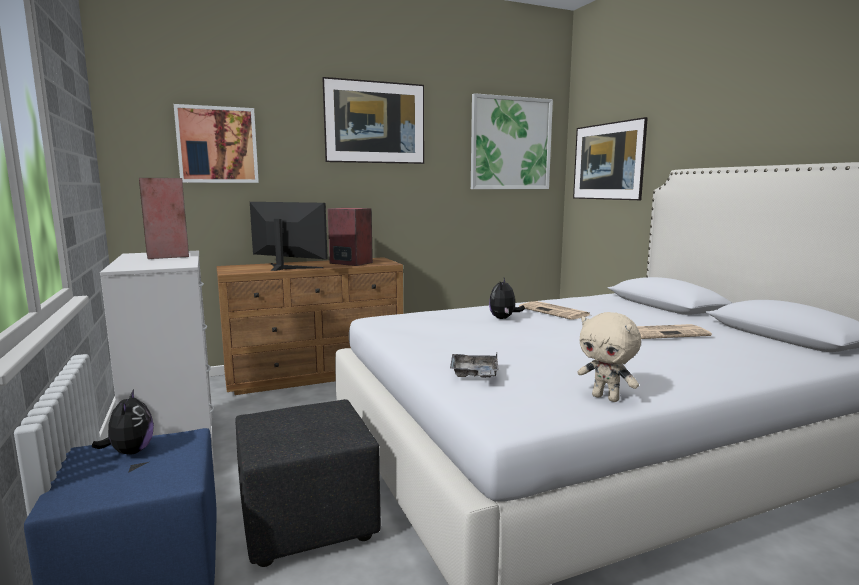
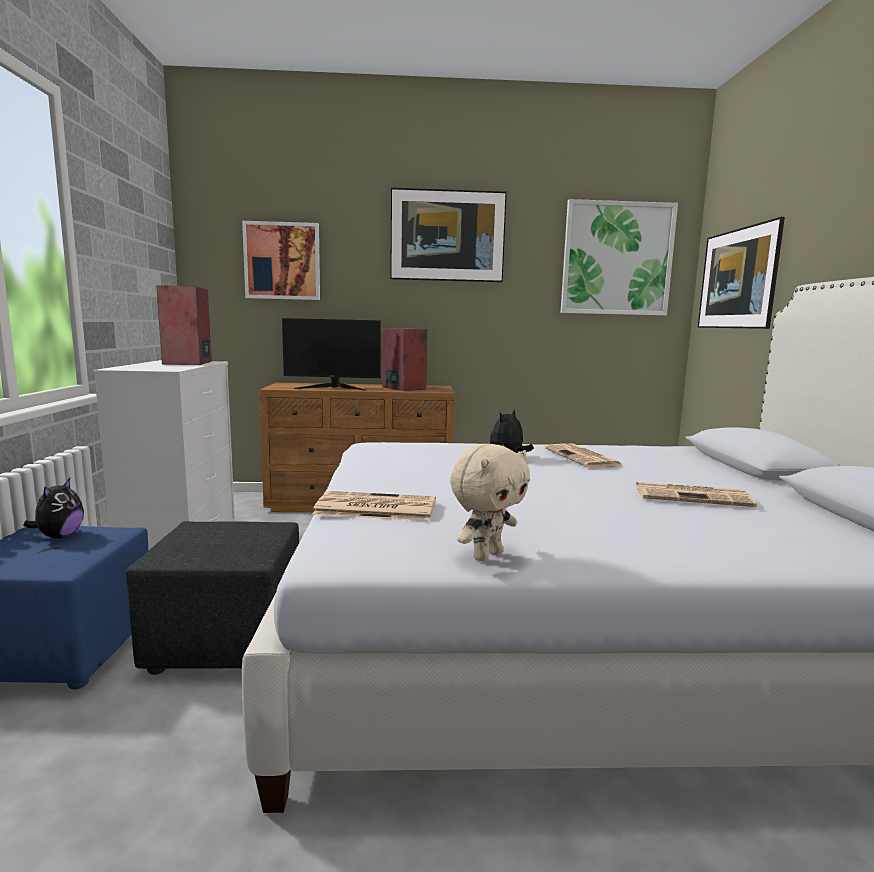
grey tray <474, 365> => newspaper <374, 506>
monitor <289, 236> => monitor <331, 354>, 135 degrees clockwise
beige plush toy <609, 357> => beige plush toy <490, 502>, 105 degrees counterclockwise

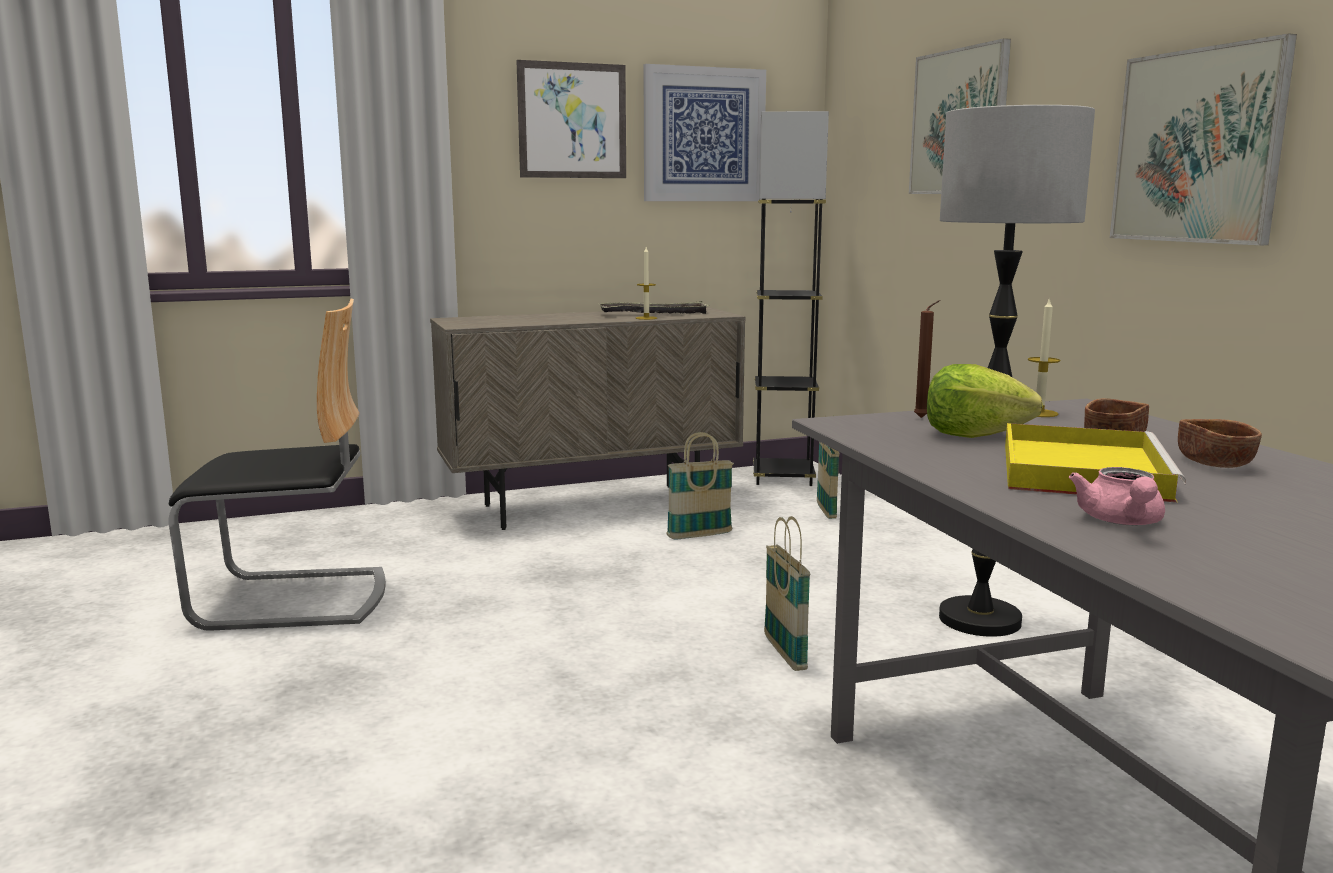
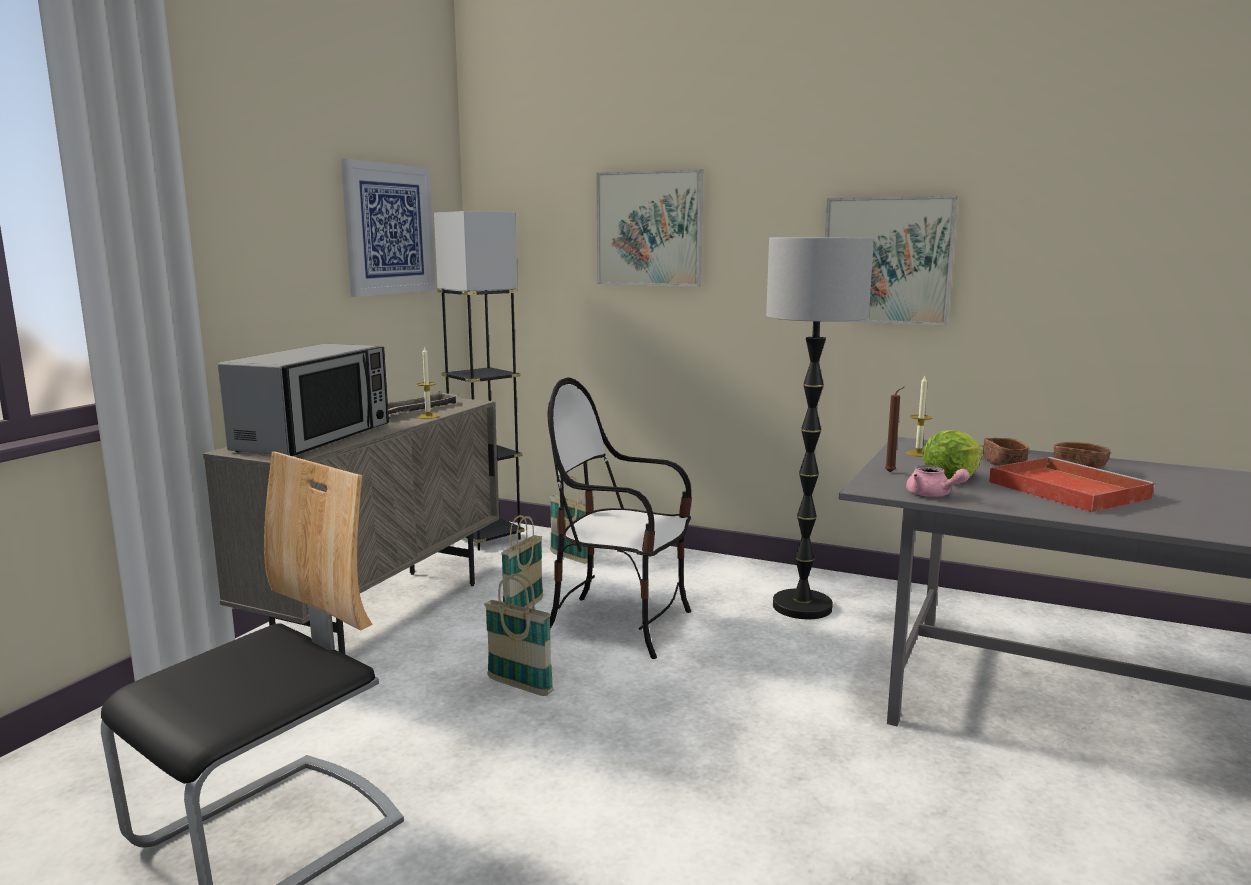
picture <571, 119> => nothing
nothing => microwave <303, 400>
nothing => chair <619, 518>
basket <787, 593> => basket <519, 634>, shifted
pink teapot <1117, 496> => pink teapot <938, 481>, shifted
yellow tray <1095, 463> => red tray <1072, 484>

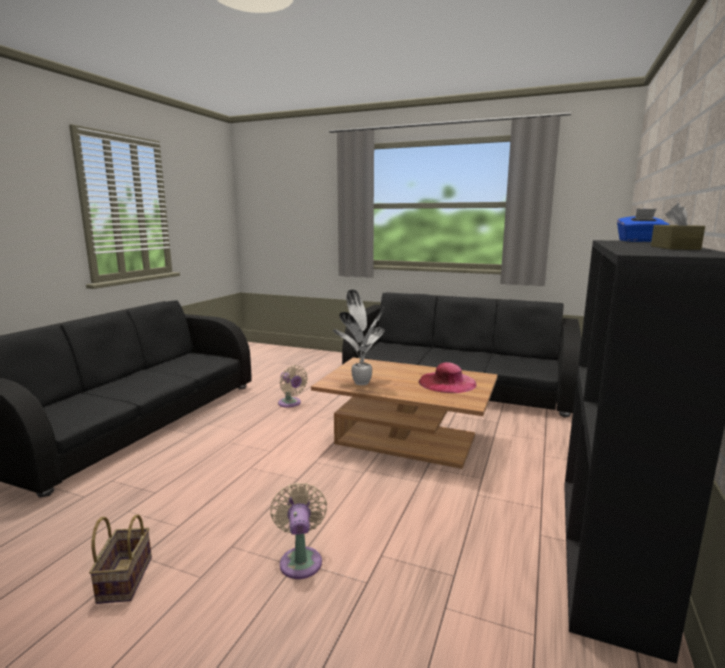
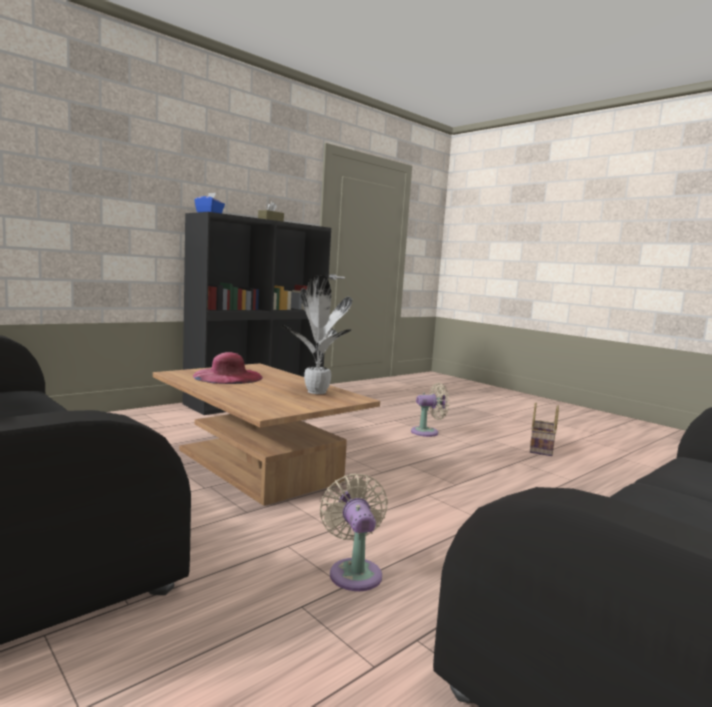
beige fan <298, 530> => beige fan <430, 410>, 120 degrees counterclockwise

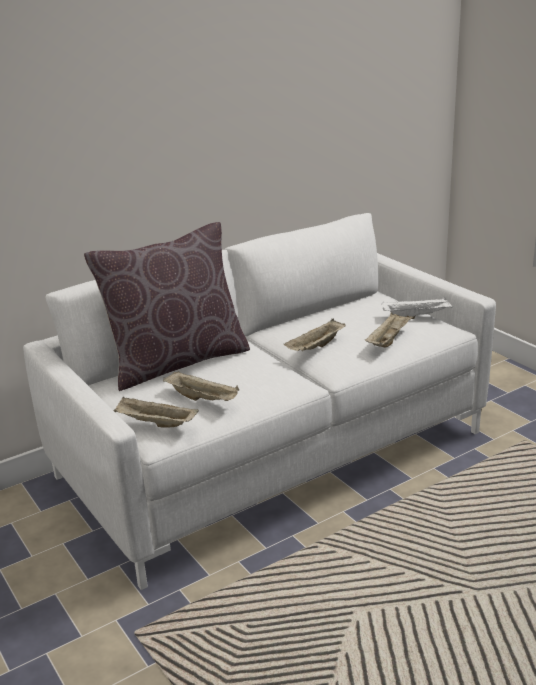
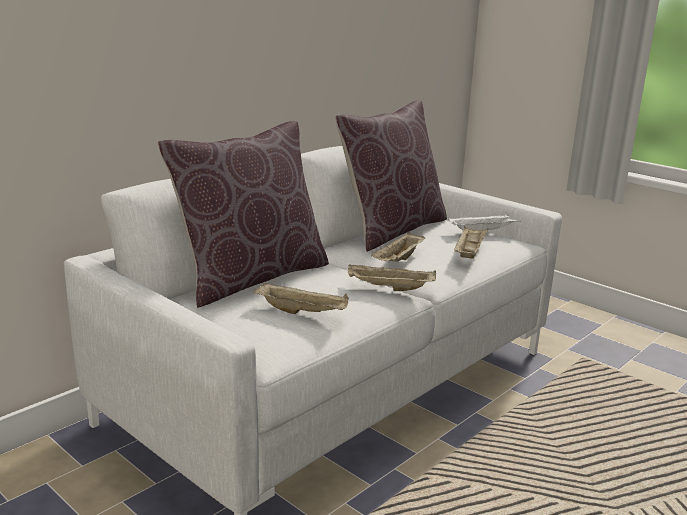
nothing => brown pillow <391, 176>
beige tray <156, 412> => beige tray <392, 277>, shifted

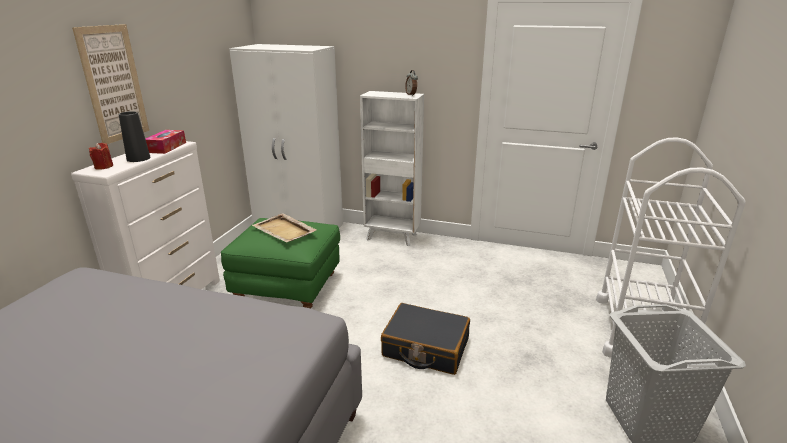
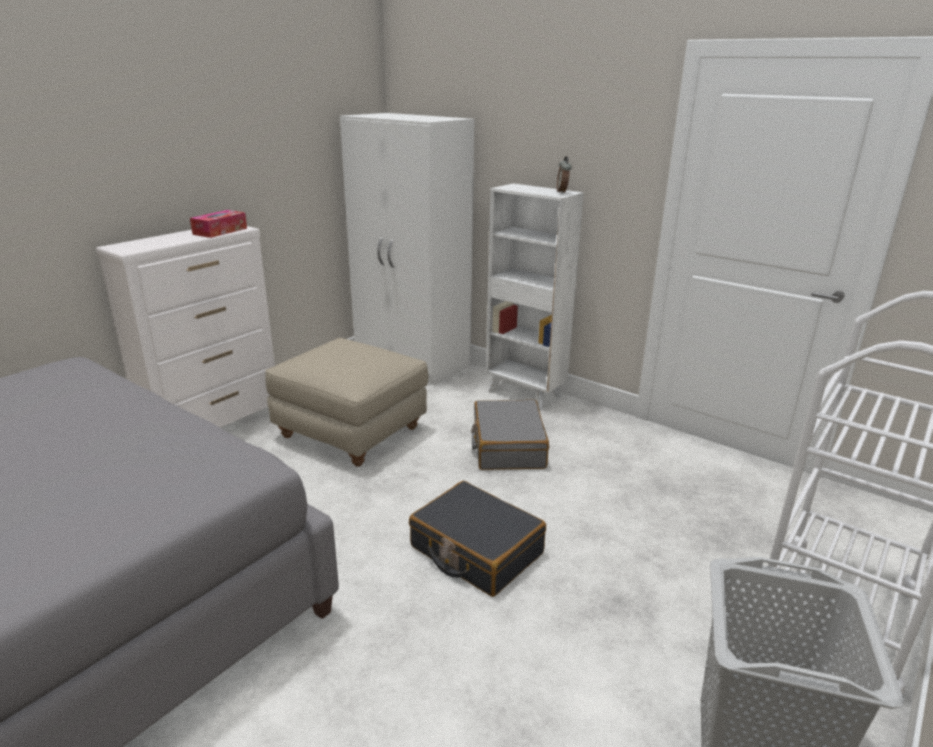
picture <110, 84> => nothing
red candle <101, 156> => nothing
black vase <134, 136> => nothing
beige tray <284, 227> => nothing
nothing => grey suitcase <510, 435>
green ottoman <280, 263> => beige ottoman <346, 402>

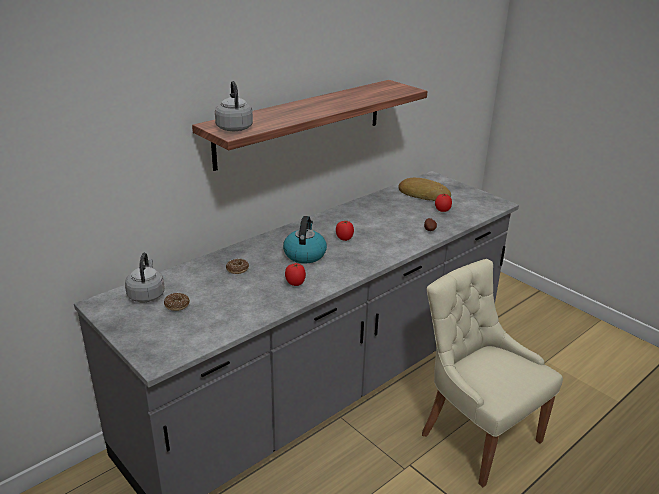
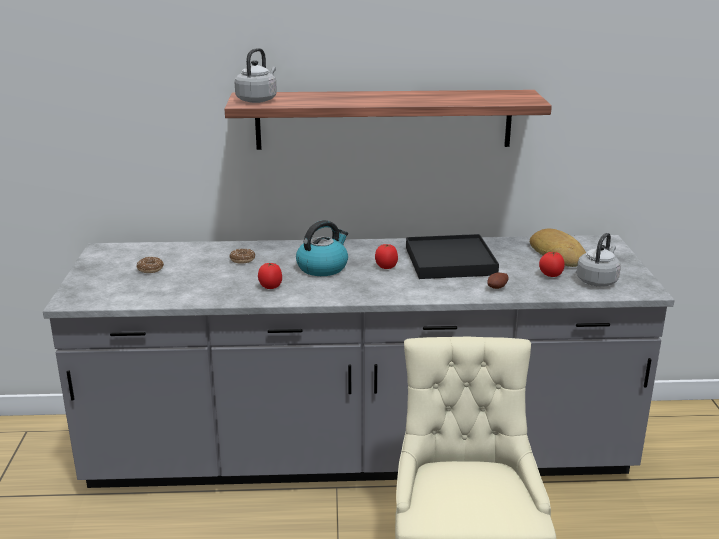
nothing => black tray <452, 256>
grey kettle <145, 278> => grey kettle <599, 260>, shifted

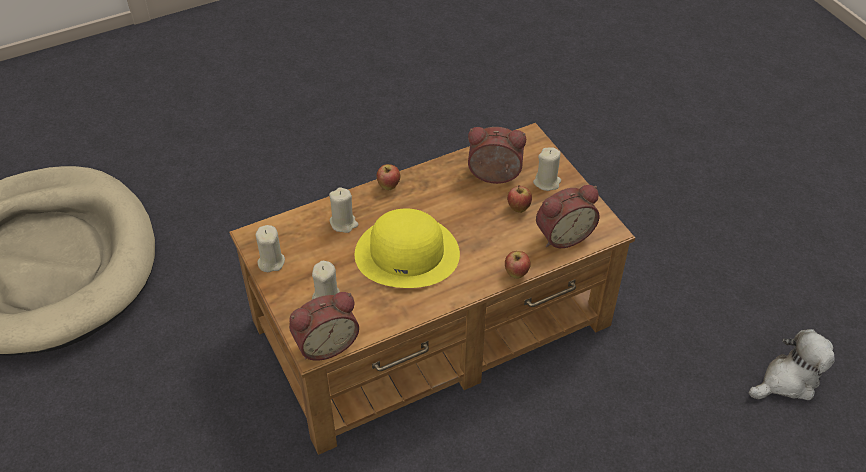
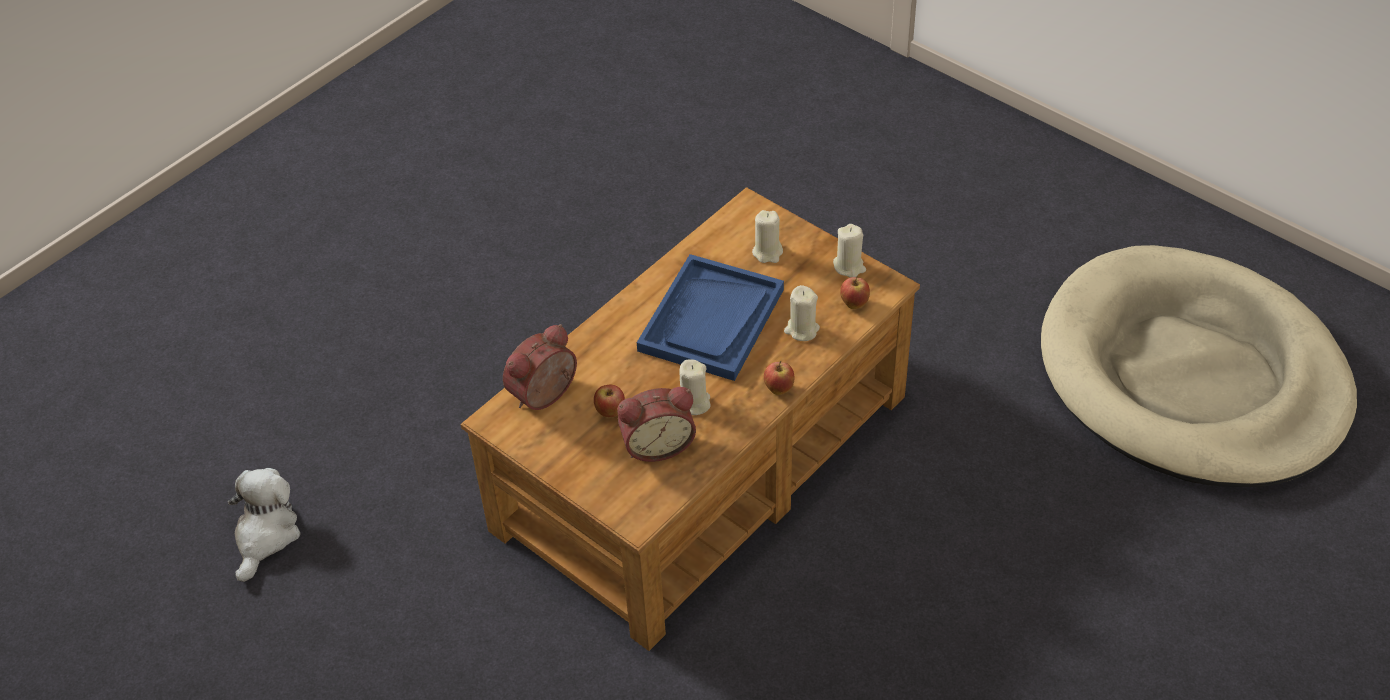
alarm clock <324, 326> => nothing
apple <518, 265> => apple <855, 292>, shifted
beige candle <547, 169> => beige candle <694, 387>, shifted
yellow hat <407, 248> => blue tray <710, 317>
plush toy <792, 364> => plush toy <264, 525>, 150 degrees clockwise

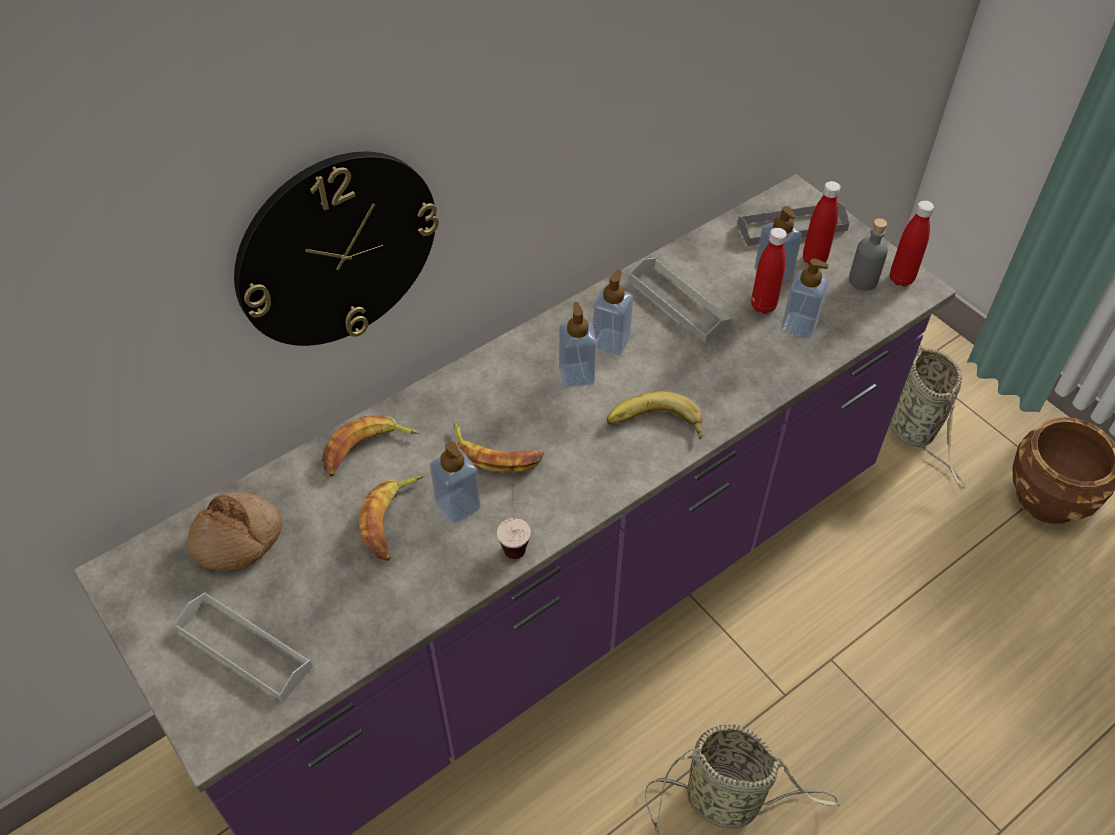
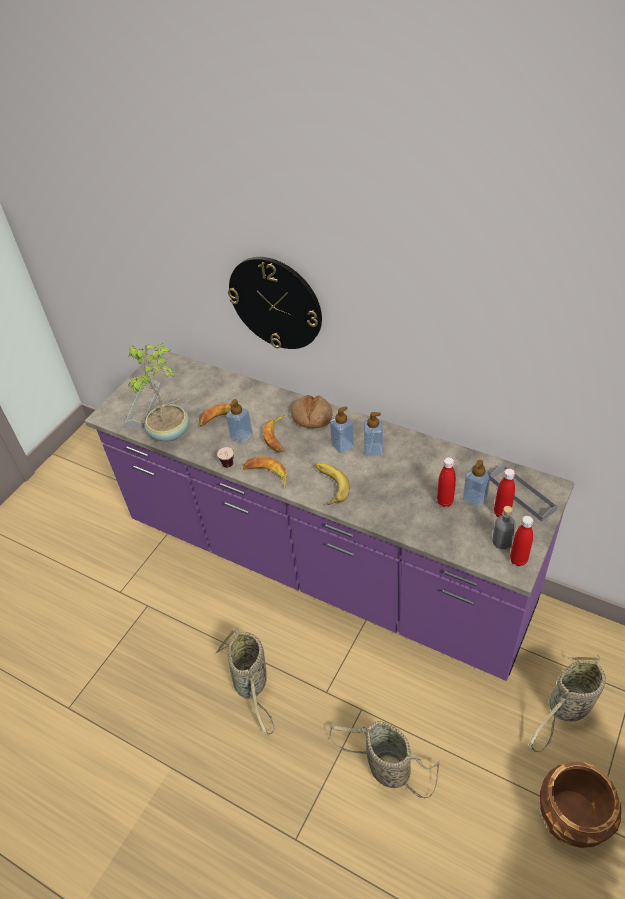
grey tray <681, 301> => nothing
soap dispenser <804, 298> => nothing
nothing => potted plant <158, 392>
nothing => basket <384, 759>
bread <235, 531> => bread <312, 411>, shifted
banana <370, 446> => banana <264, 472>, shifted

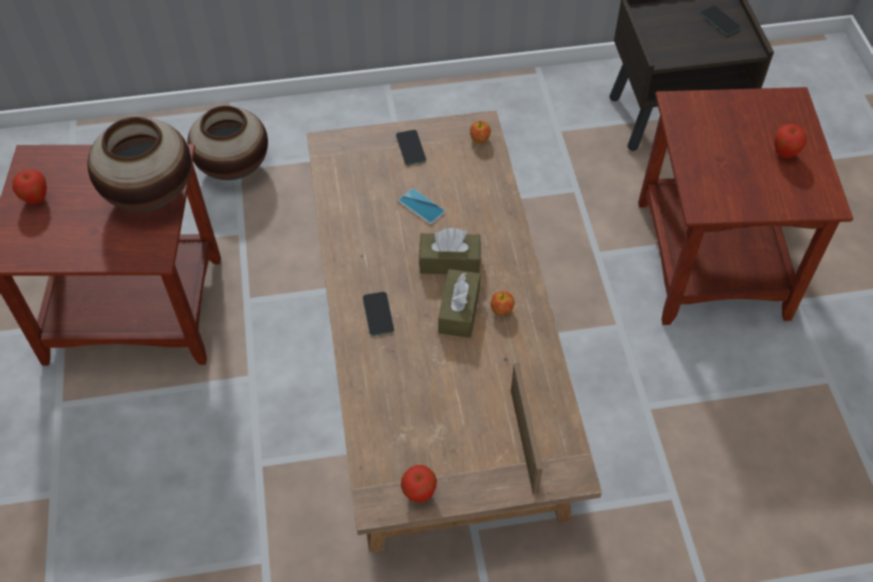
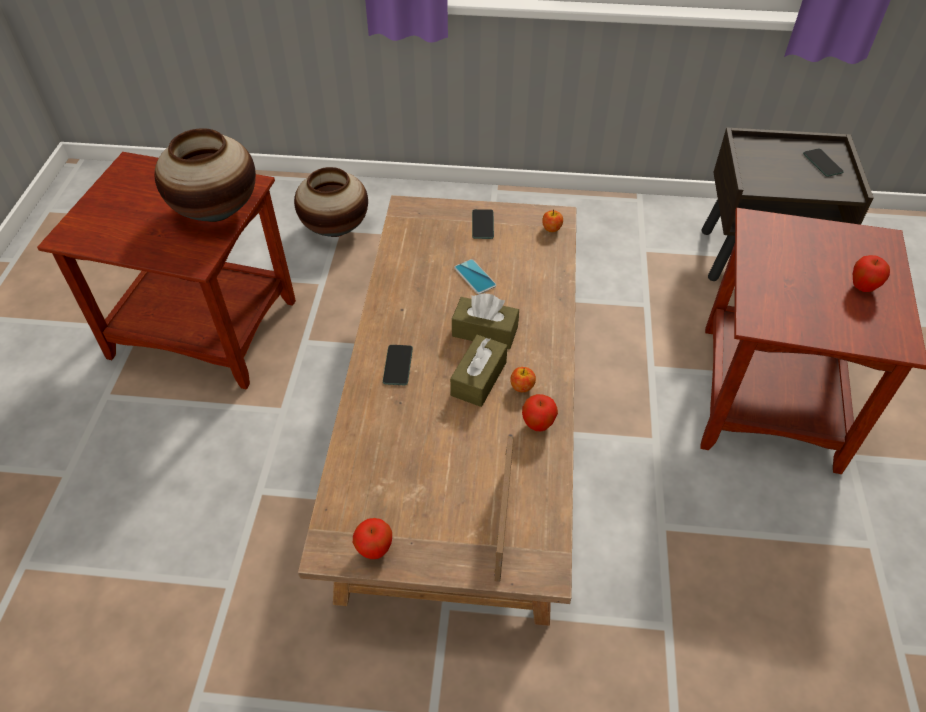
apple <29, 186> => apple <540, 412>, shifted

